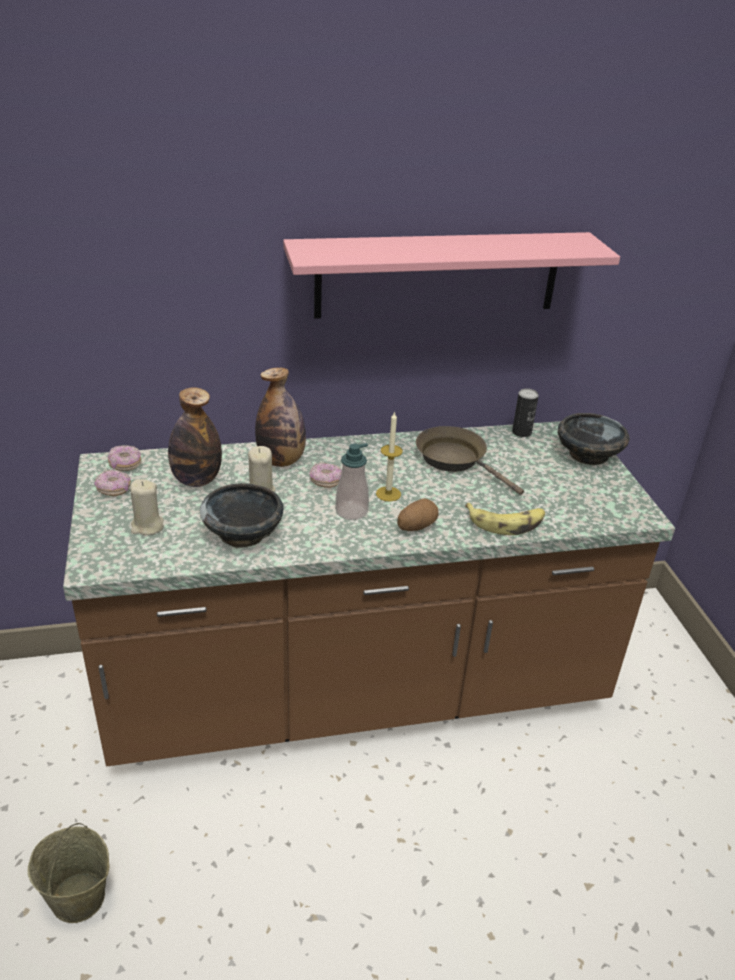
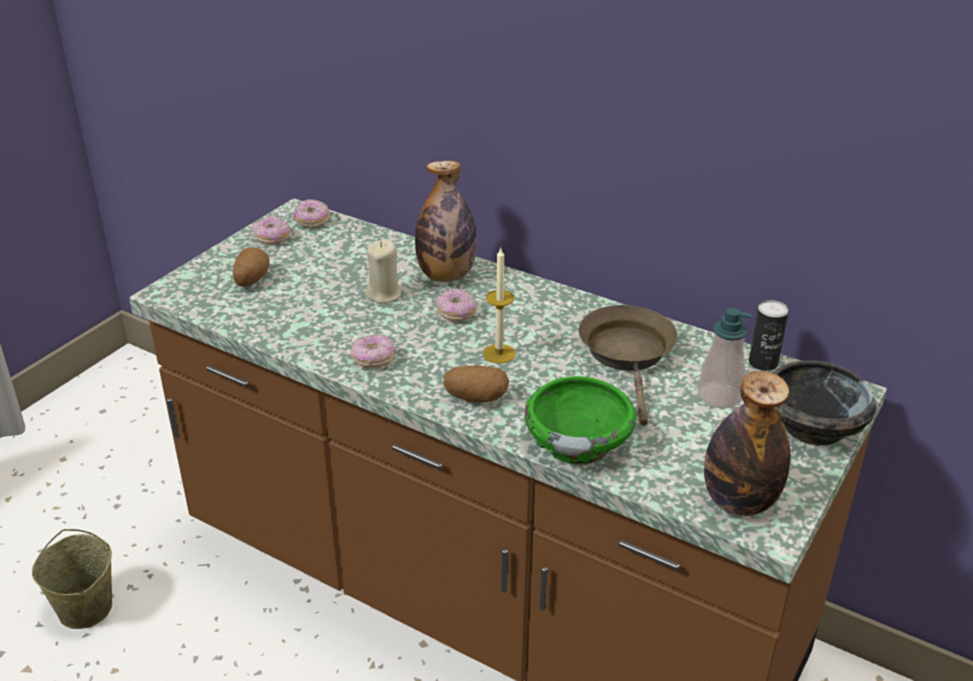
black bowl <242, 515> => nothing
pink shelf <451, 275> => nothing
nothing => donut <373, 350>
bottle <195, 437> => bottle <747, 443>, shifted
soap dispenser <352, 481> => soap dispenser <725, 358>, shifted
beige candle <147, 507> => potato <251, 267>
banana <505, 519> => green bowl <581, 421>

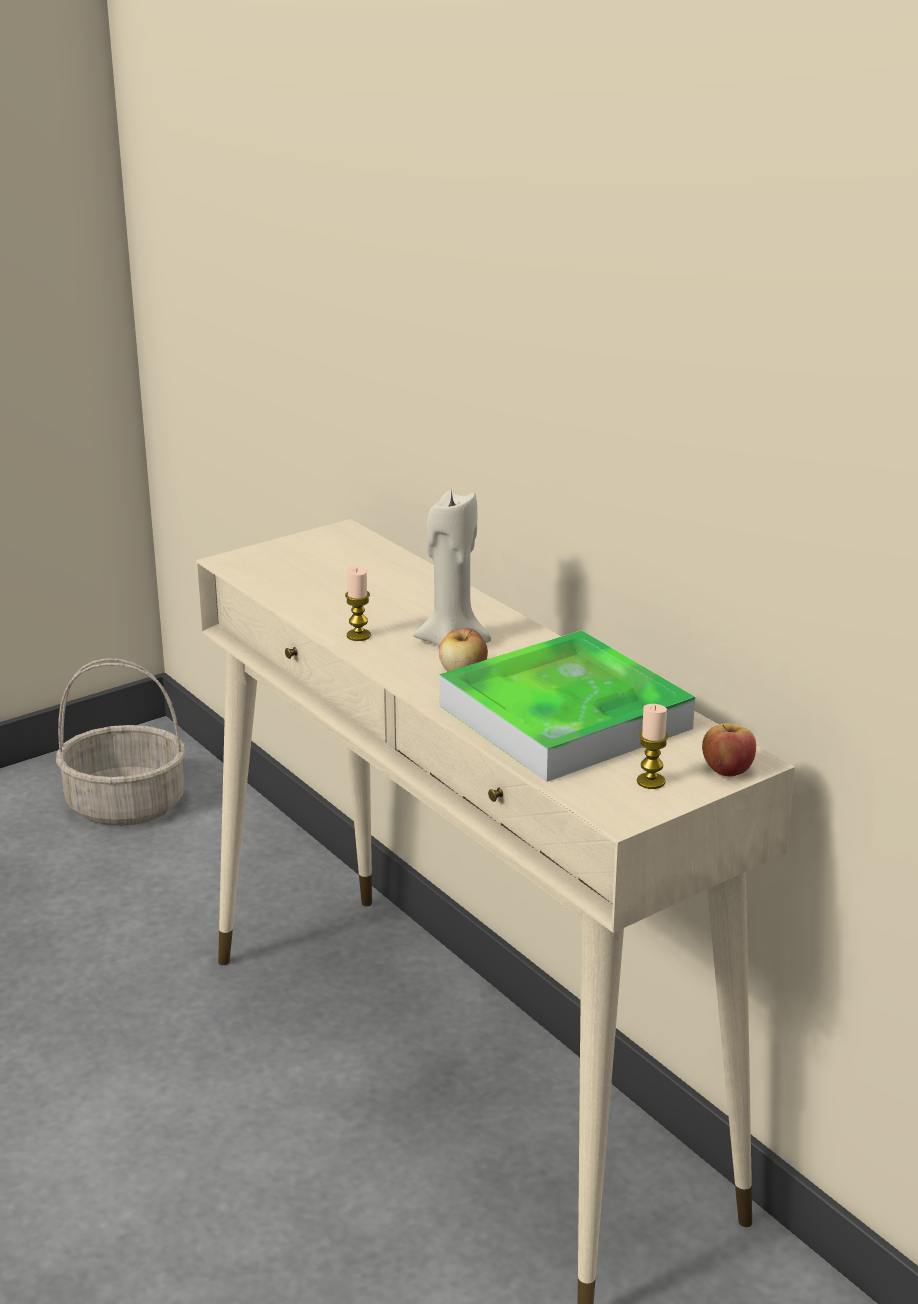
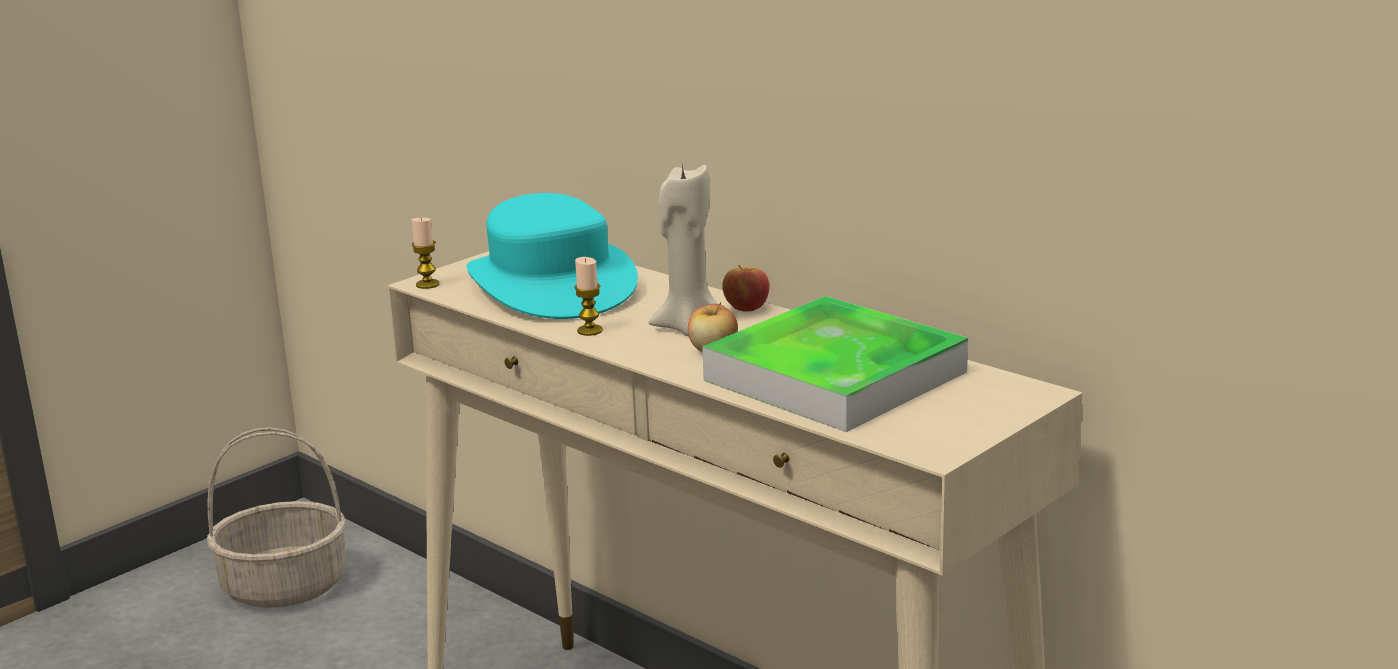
nothing => turquoise hat <552, 256>
candle <653, 746> => candle <425, 253>, shifted
apple <729, 750> => apple <745, 288>, shifted

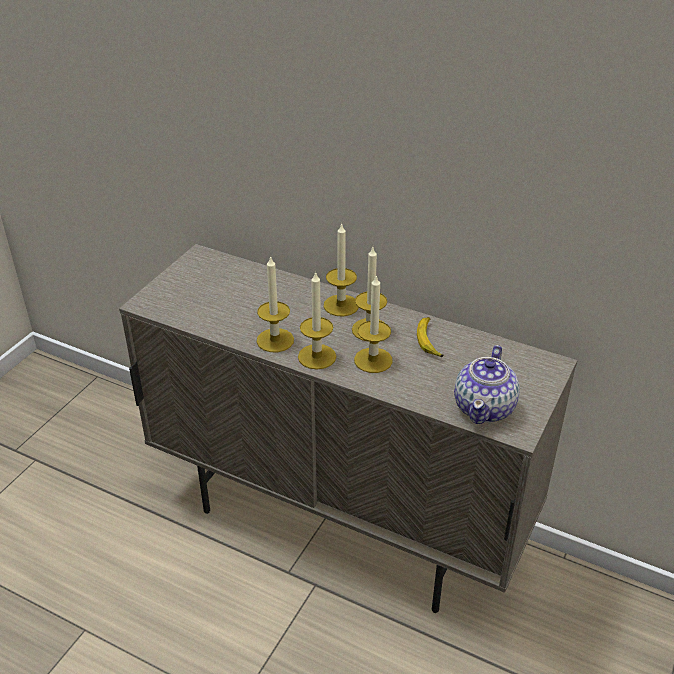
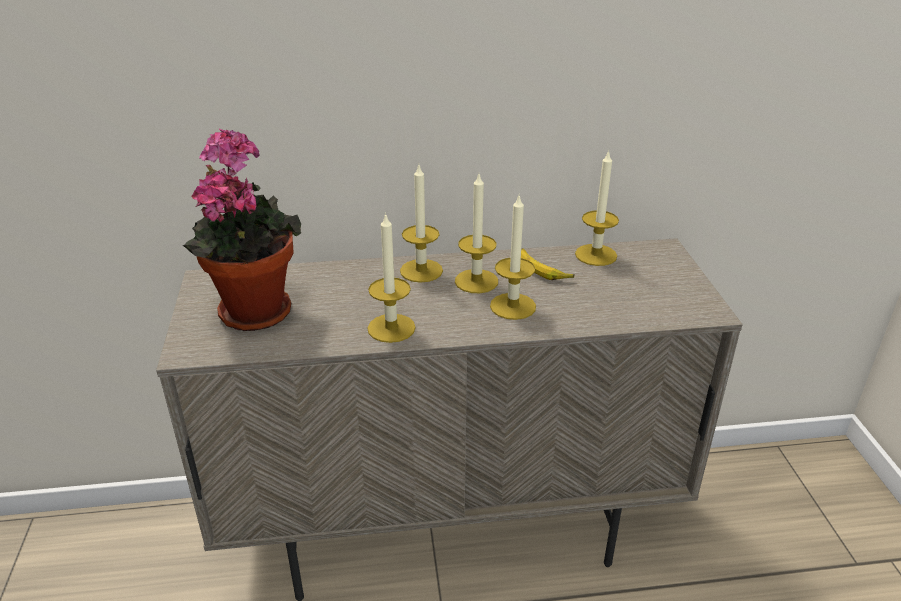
teapot <487, 384> => nothing
nothing => potted plant <242, 230>
candle <317, 320> => candle <597, 208>, shifted

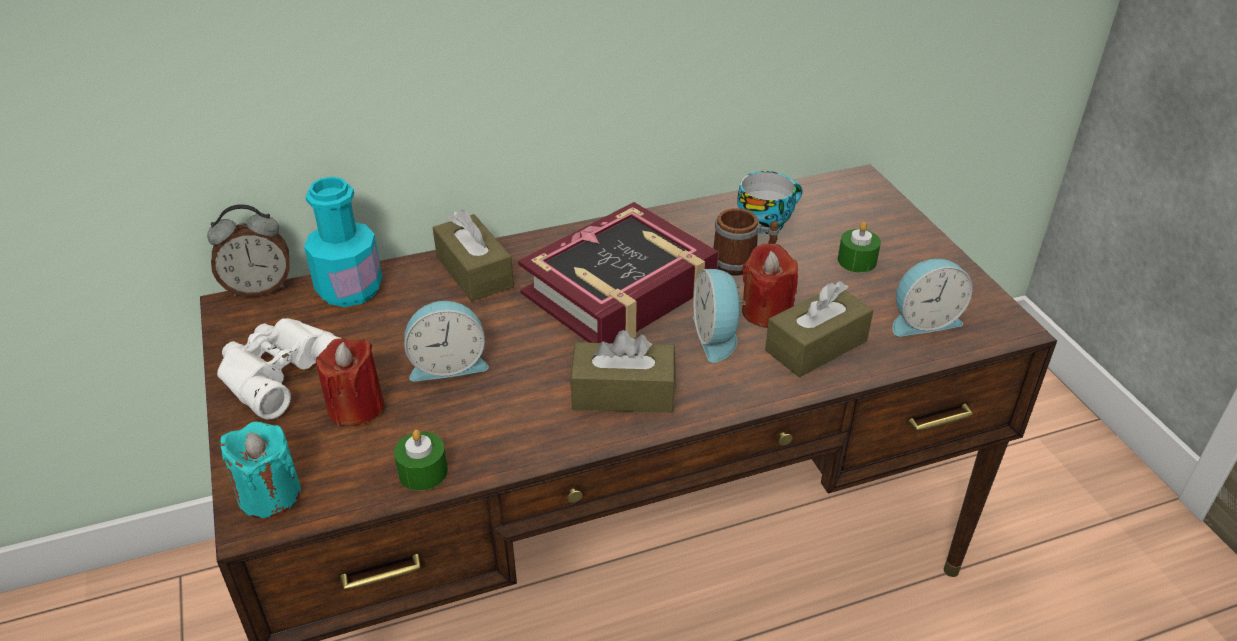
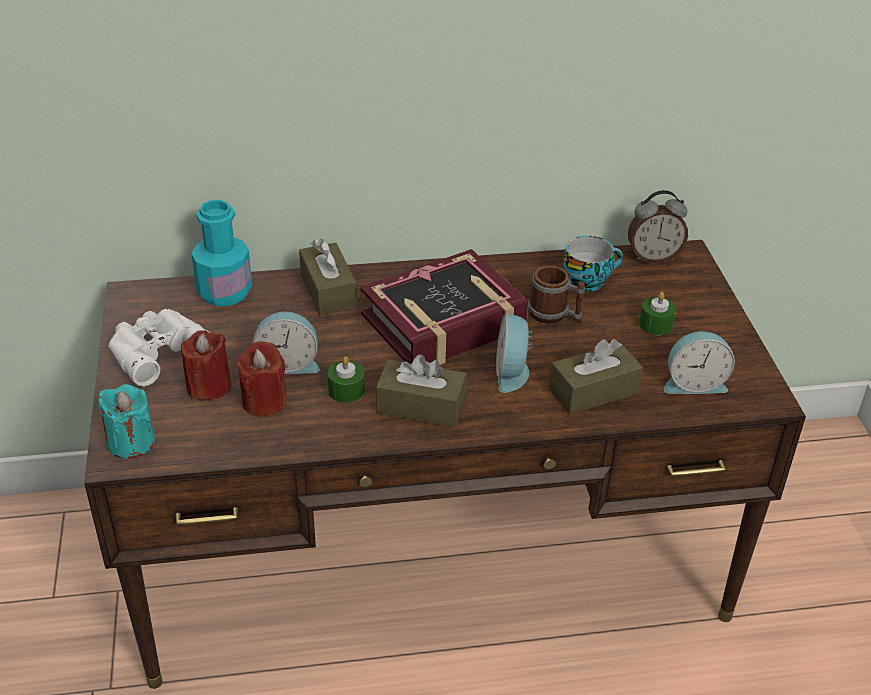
alarm clock <248, 250> => alarm clock <658, 226>, shifted
green candle <421, 460> => green candle <346, 380>, shifted
red candle <770, 285> => red candle <261, 378>, shifted

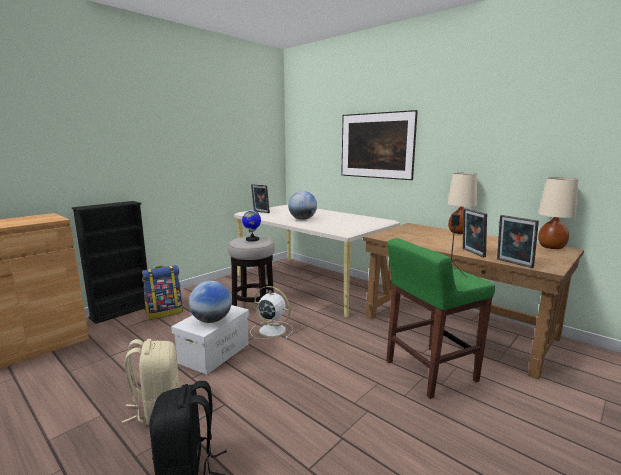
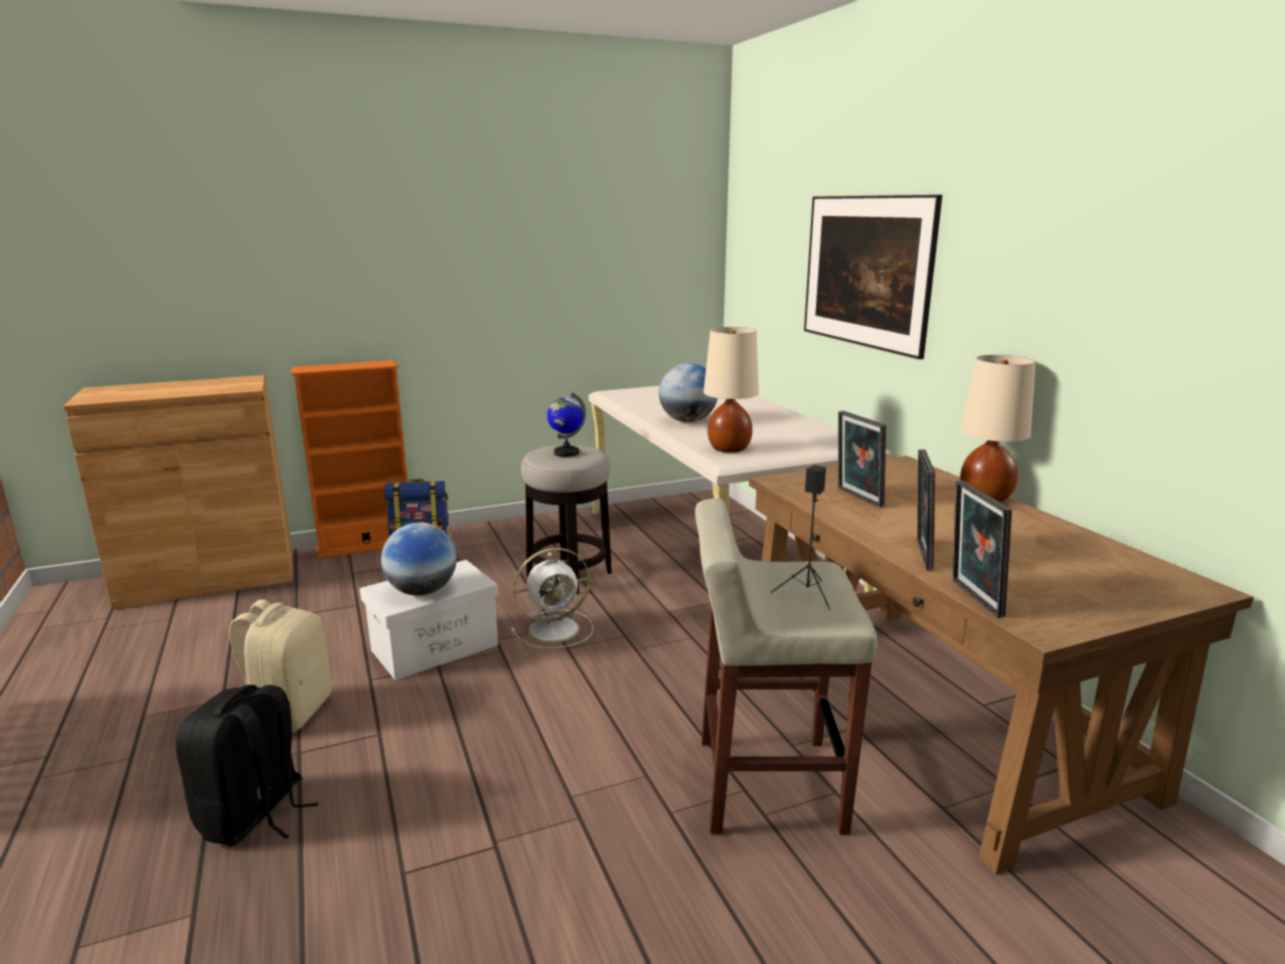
picture frame <260, 198> => picture frame <862, 459>, shifted
beige table lamp <558, 213> => beige table lamp <731, 390>, shifted
black bookcase <109, 262> => orange bookcase <349, 459>
green stool <441, 318> => beige stool <786, 666>
white fan <271, 312> => white fan <552, 598>, 105 degrees clockwise

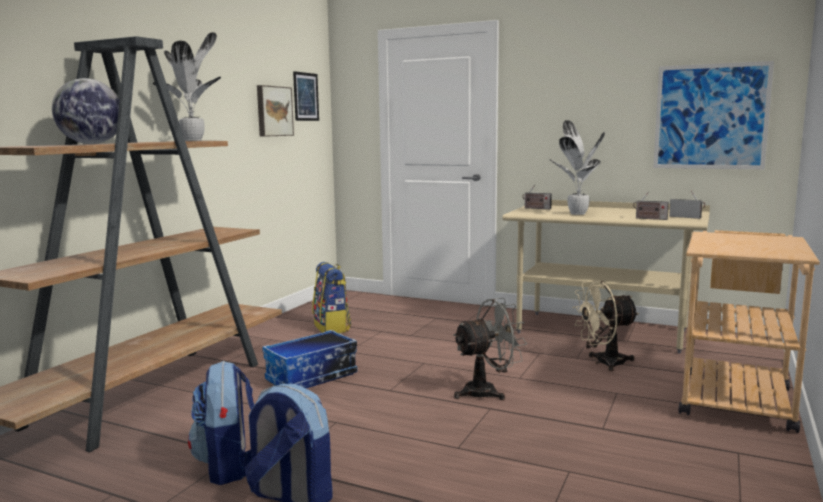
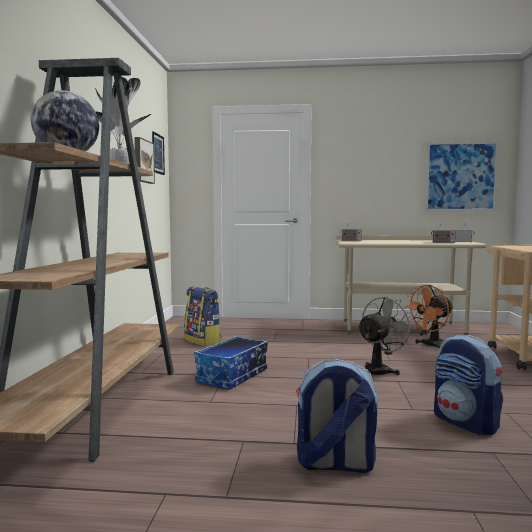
potted plant <577, 167> => nothing
backpack <221, 423> => backpack <468, 385>, shifted
beige fan <605, 325> => orange fan <429, 316>

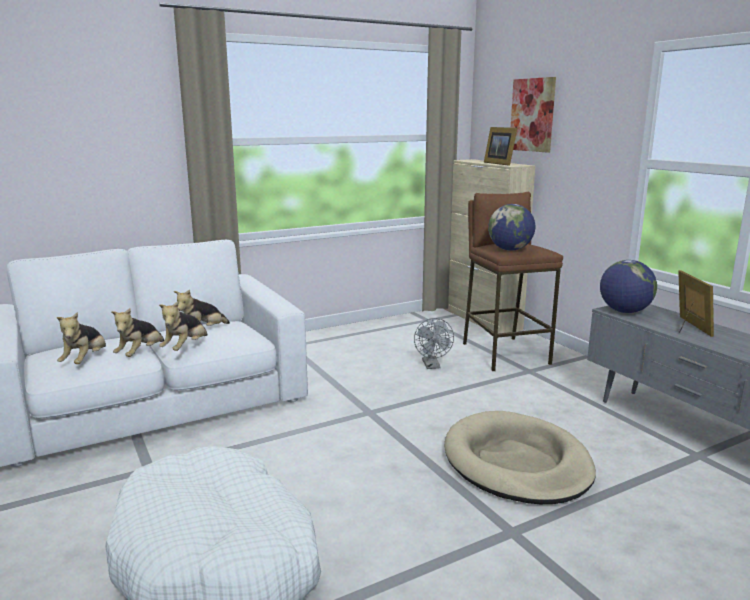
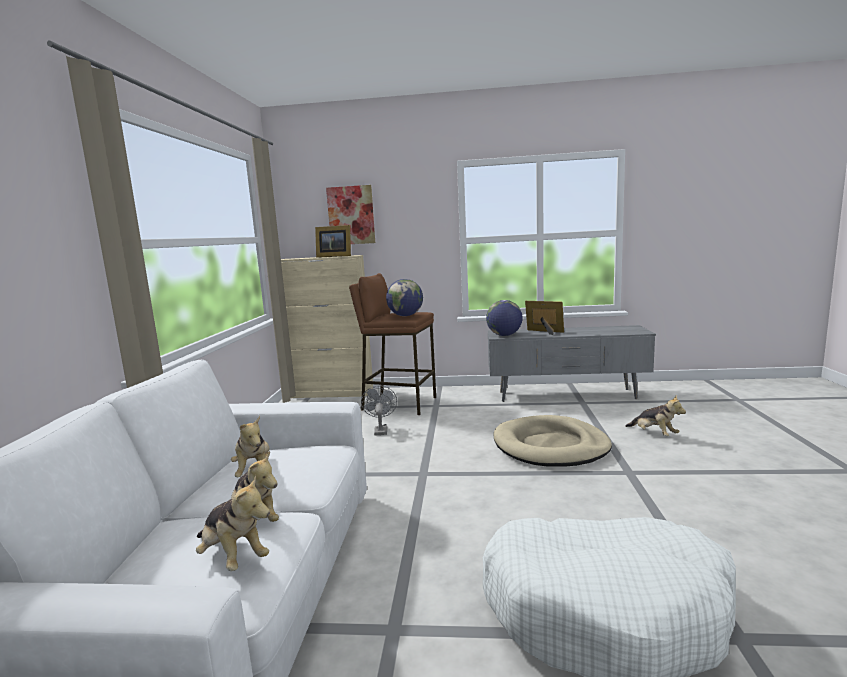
plush toy <183, 326> => plush toy <655, 415>, shifted
grey fan <434, 343> => grey fan <379, 411>, 120 degrees counterclockwise

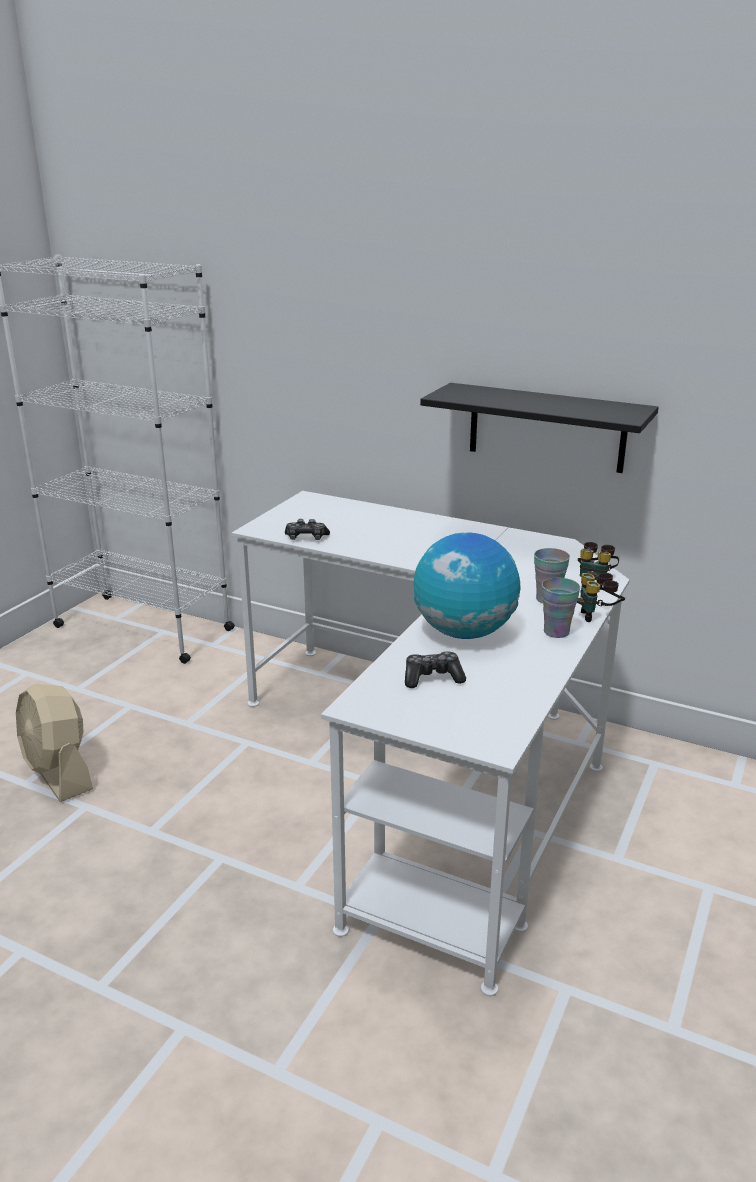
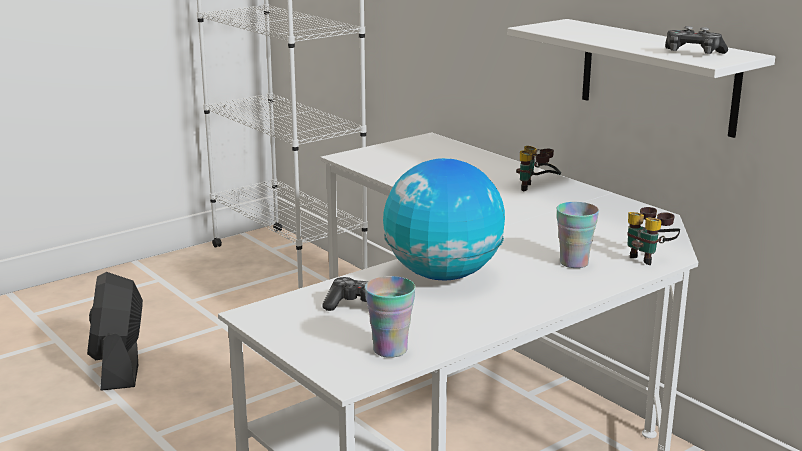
game controller <307, 529> => game controller <696, 40>, shifted
cup <561, 608> => cup <390, 317>, shifted
binoculars <601, 597> => binoculars <538, 168>, shifted
beige fan <54, 743> => black fan <115, 331>
black shelf <539, 428> => white shelf <641, 78>

